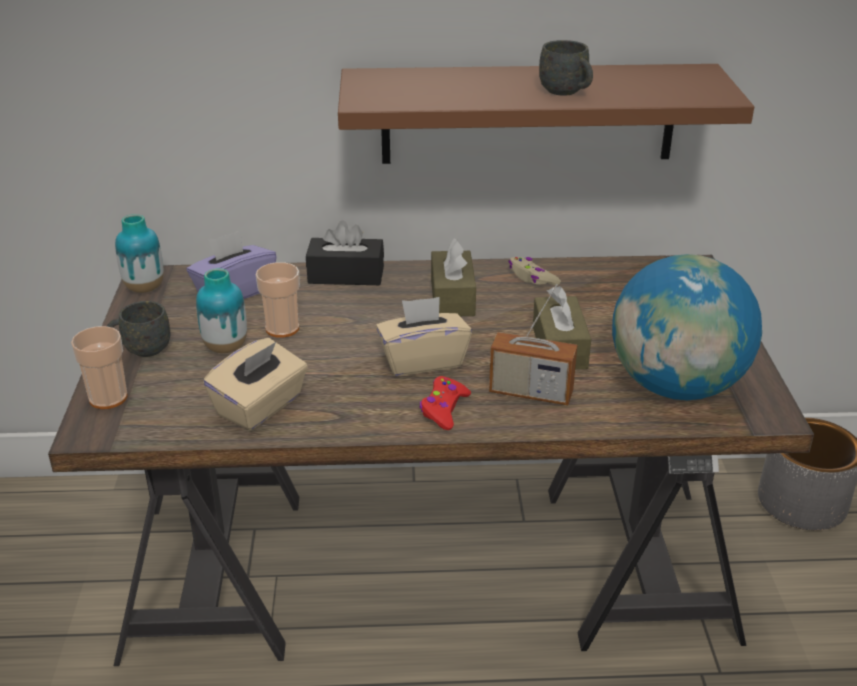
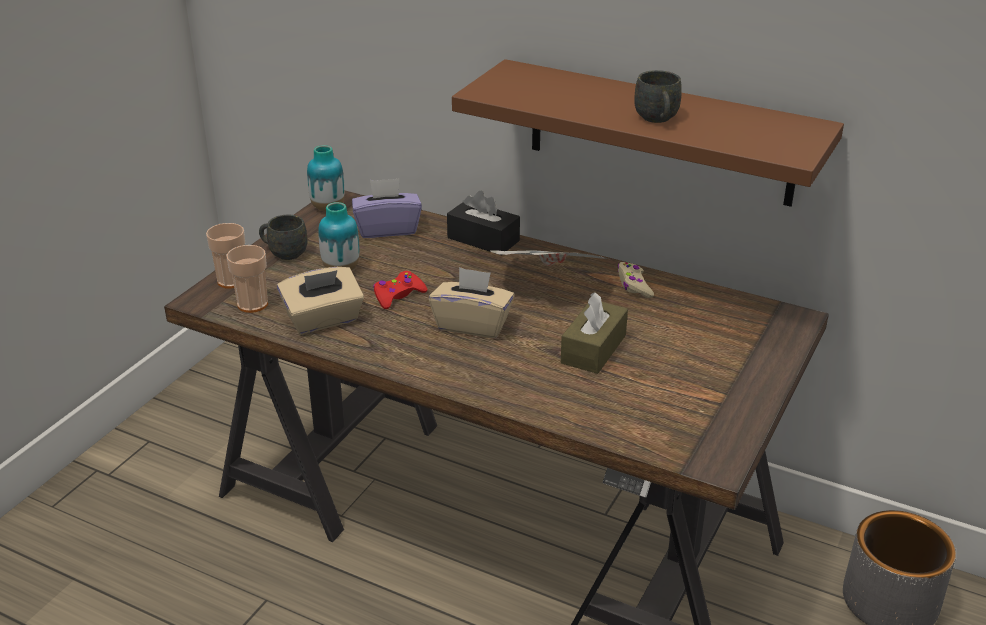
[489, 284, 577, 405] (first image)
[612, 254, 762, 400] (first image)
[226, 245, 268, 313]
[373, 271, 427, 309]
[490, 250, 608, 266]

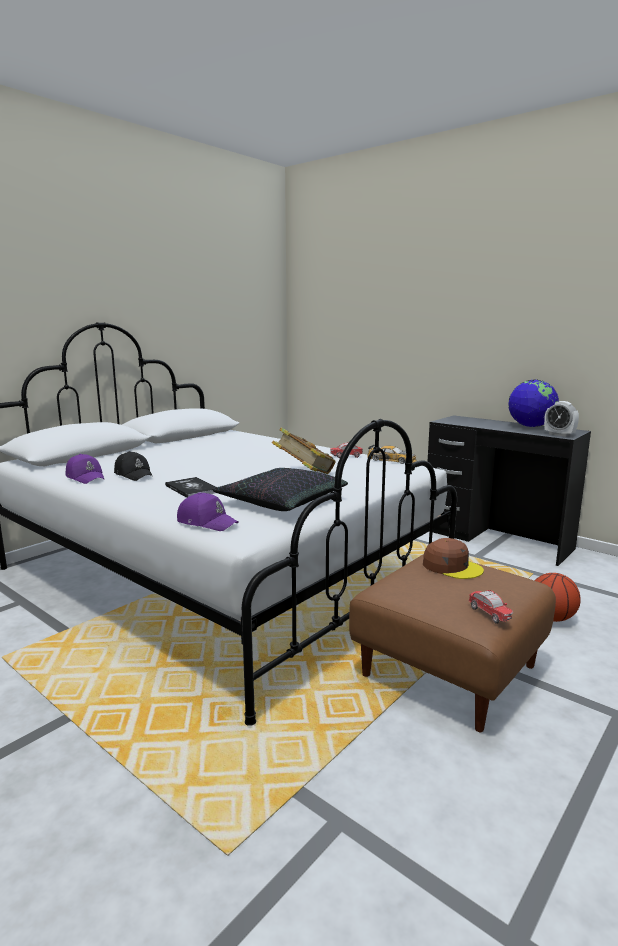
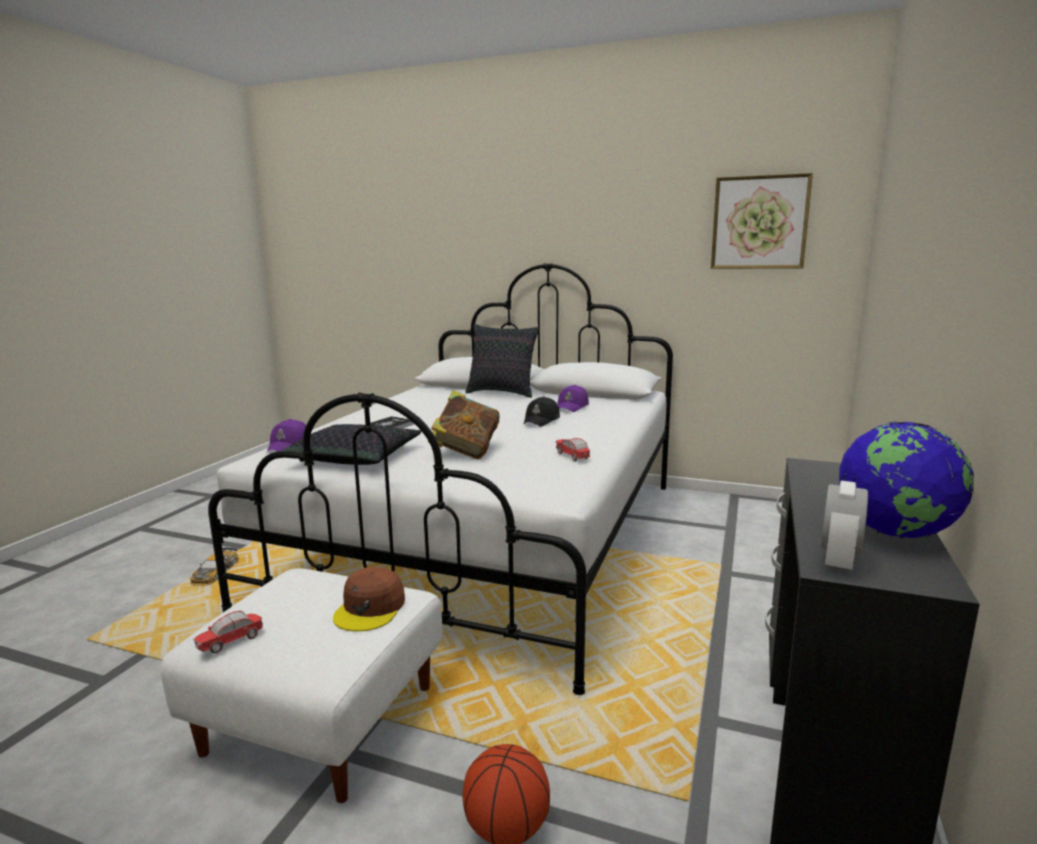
[465, 324, 540, 398]
[711, 173, 813, 269]
[557, 385, 589, 412]
[523, 397, 560, 427]
[190, 548, 239, 586]
[161, 568, 442, 803]

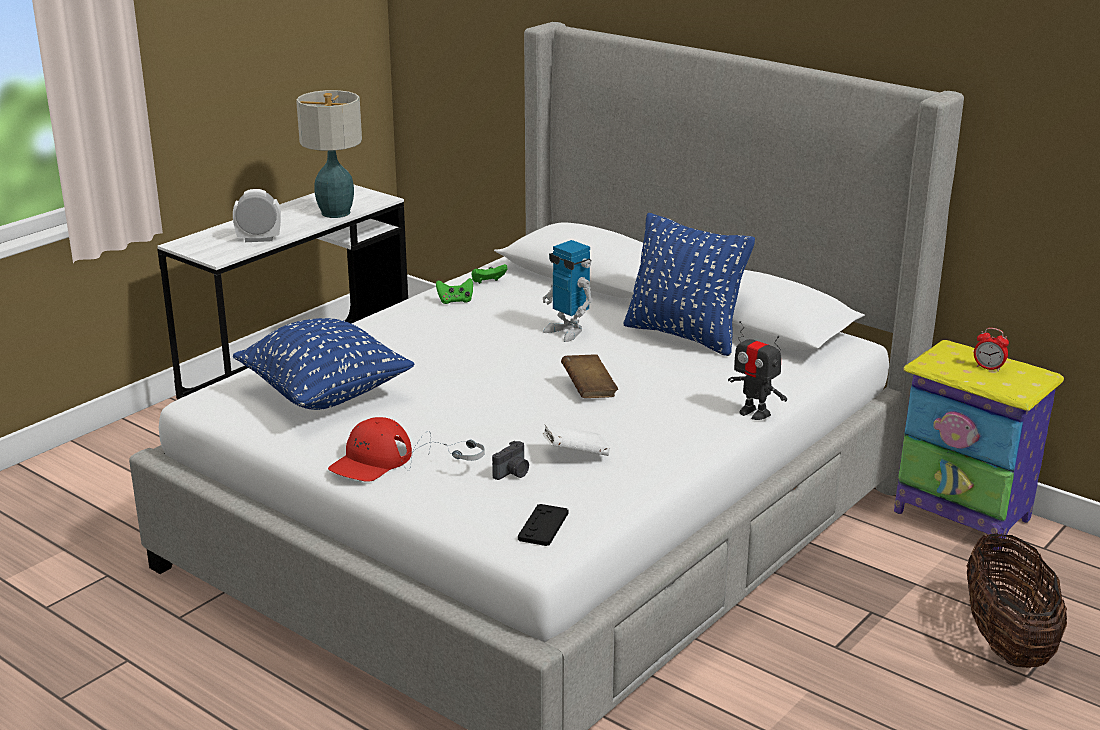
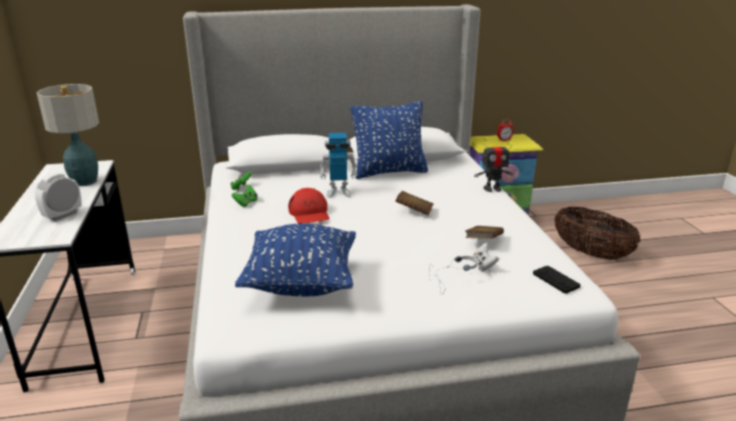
[288, 188, 330, 224]
[472, 243, 499, 271]
[465, 226, 504, 239]

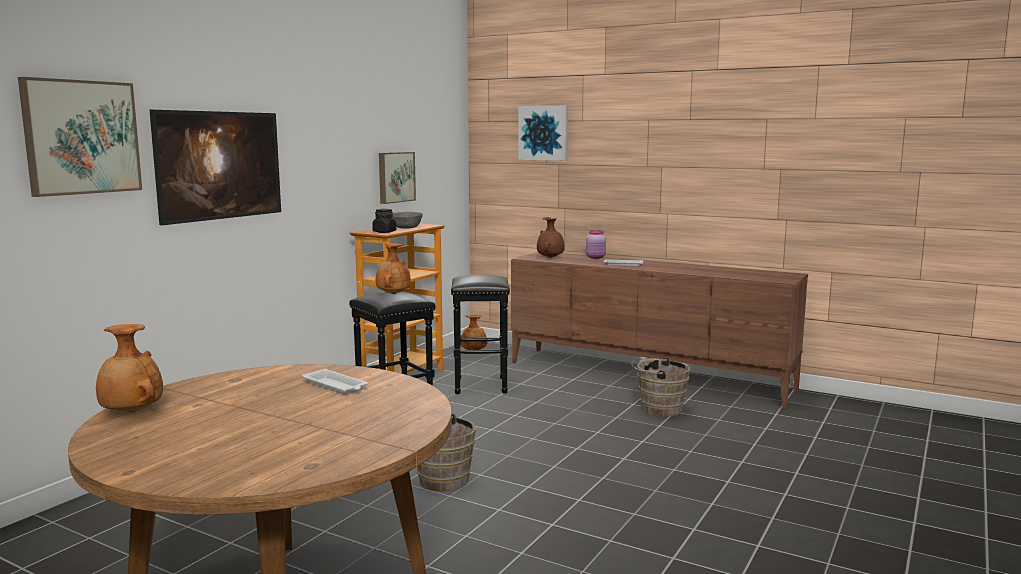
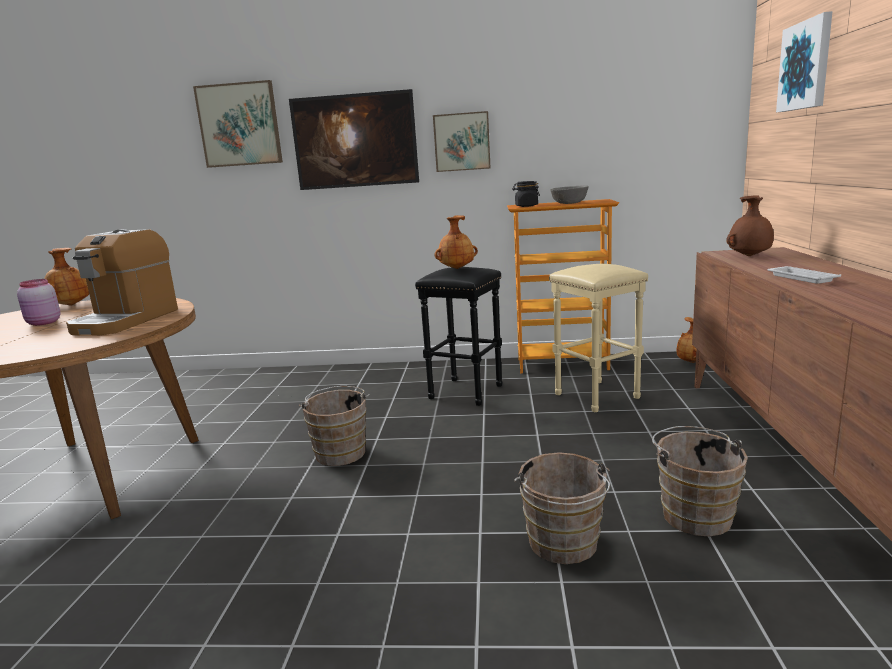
[514, 452, 610, 564]
[433, 111, 491, 172]
[17, 279, 60, 326]
[66, 229, 178, 335]
[549, 264, 648, 412]

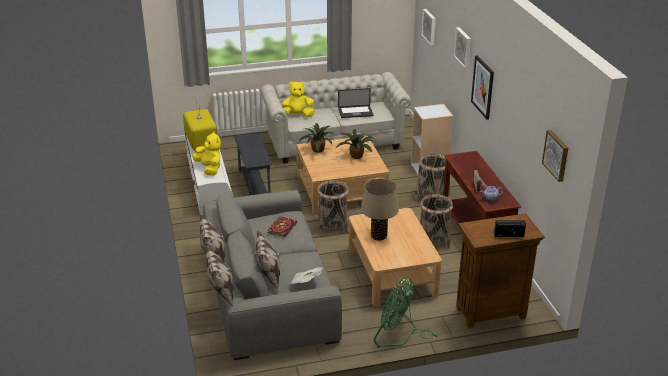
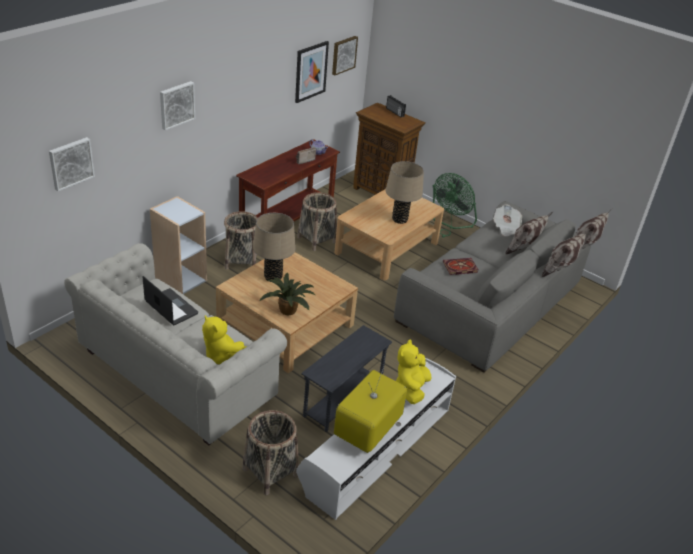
[242, 410, 299, 495]
[295, 41, 329, 103]
[253, 213, 296, 282]
[433, 173, 477, 238]

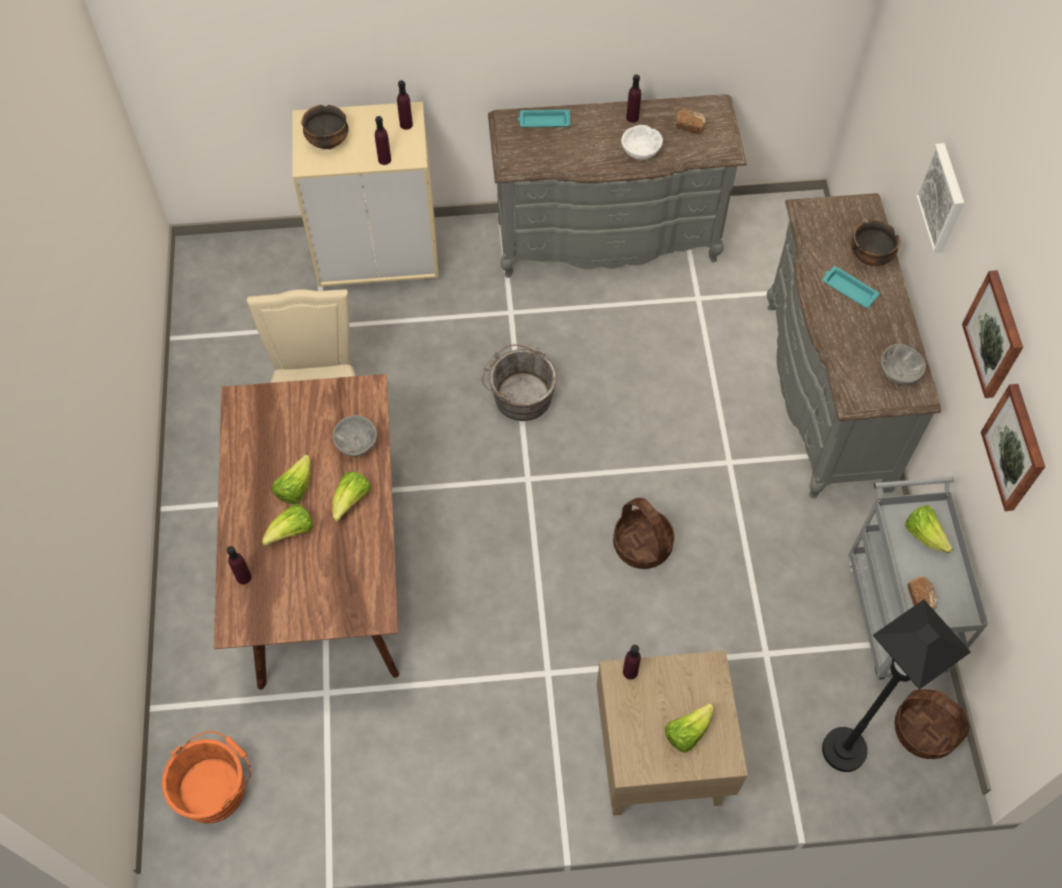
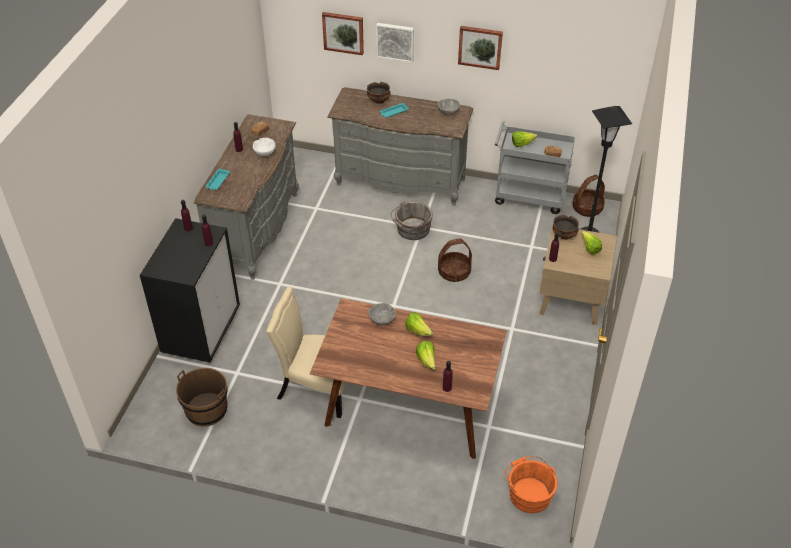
[272, 454, 311, 504] (first image)
[176, 368, 227, 427]
[553, 215, 579, 240]
[391, 201, 433, 240]
[322, 12, 364, 55]
[140, 218, 240, 362]

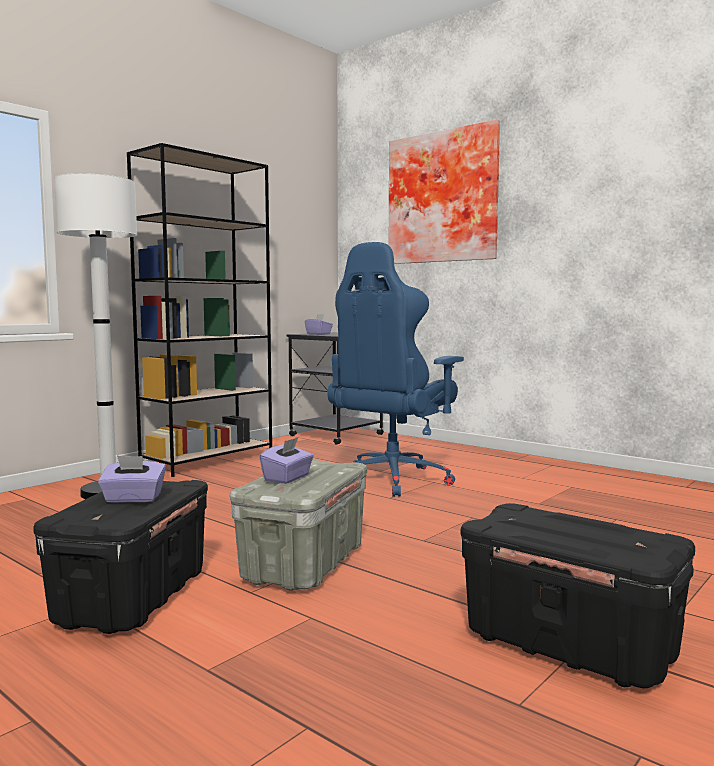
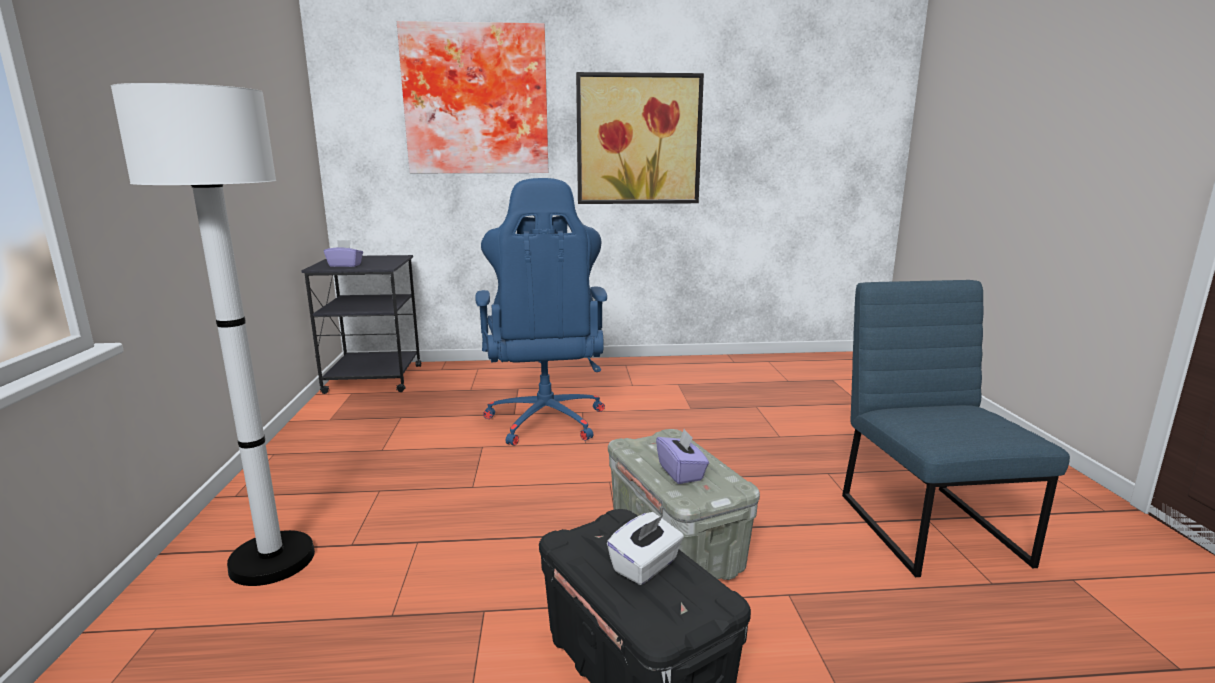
[127, 143, 272, 477] (first image)
[576, 72, 704, 204]
[842, 280, 1070, 577]
[607, 512, 684, 585]

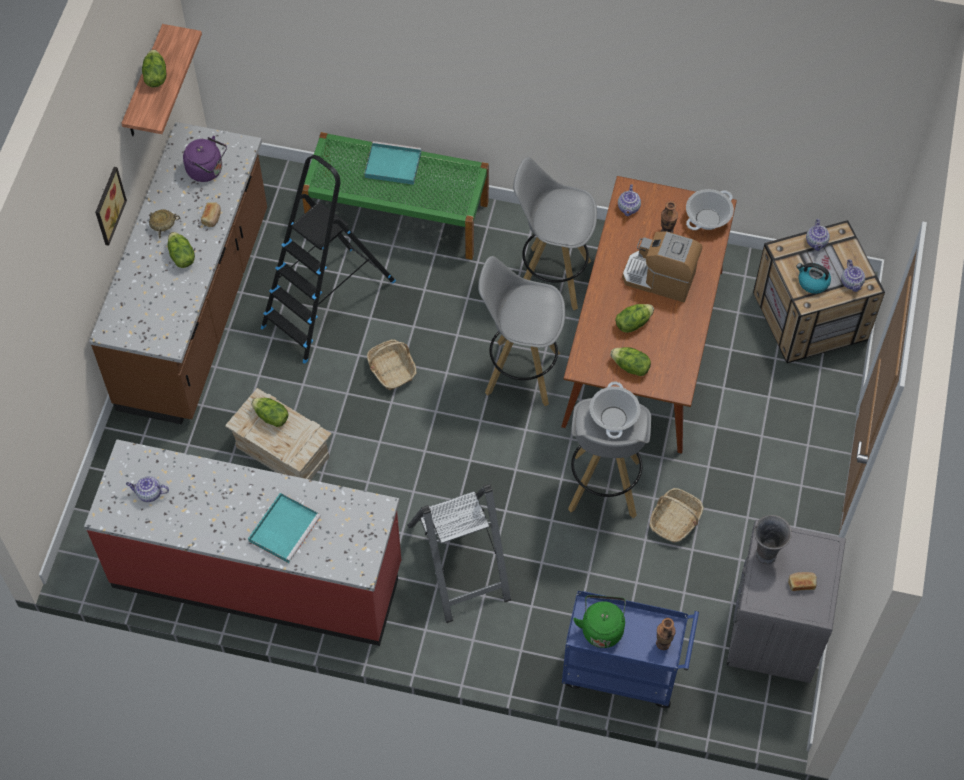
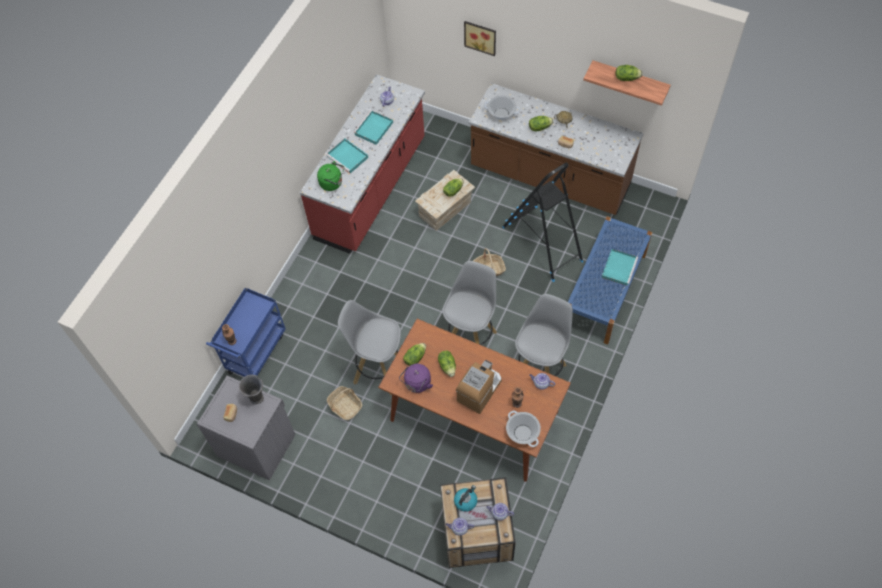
[407, 484, 511, 623] (first image)
[354, 110, 393, 145]
[464, 21, 496, 56]
[399, 364, 433, 393]
[317, 161, 344, 191]
[484, 95, 520, 120]
[568, 216, 652, 345]

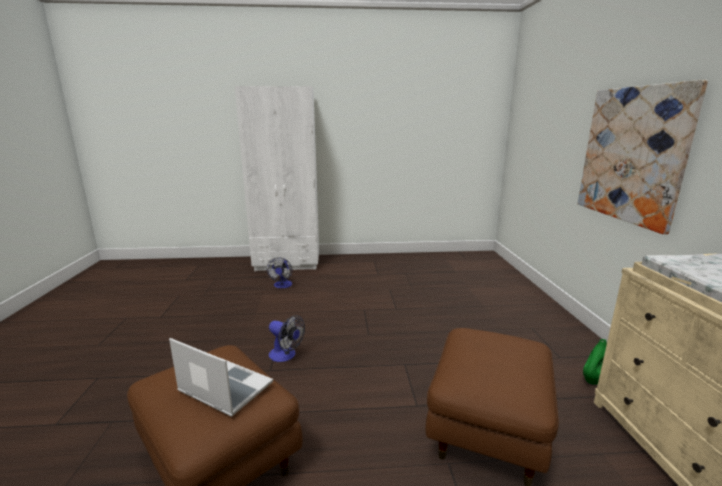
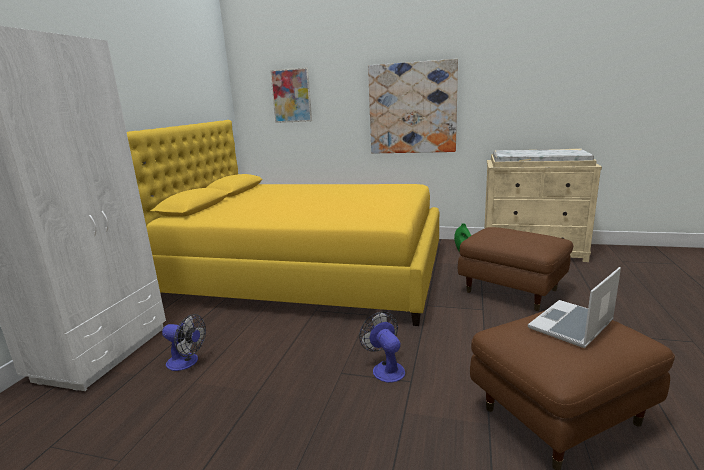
[127, 120, 439, 326]
[270, 67, 312, 123]
[359, 312, 405, 383]

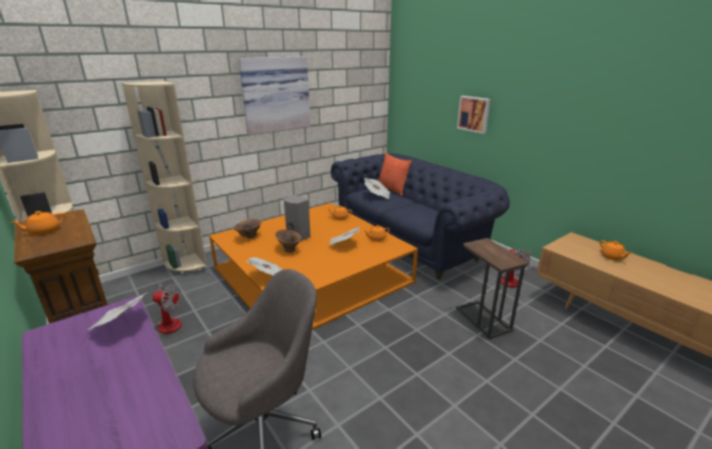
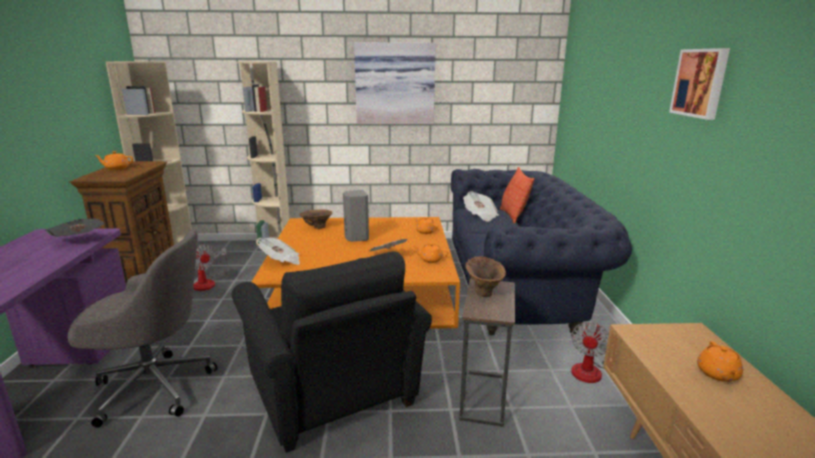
[232, 251, 432, 453]
[466, 256, 506, 297]
[669, 48, 730, 120]

